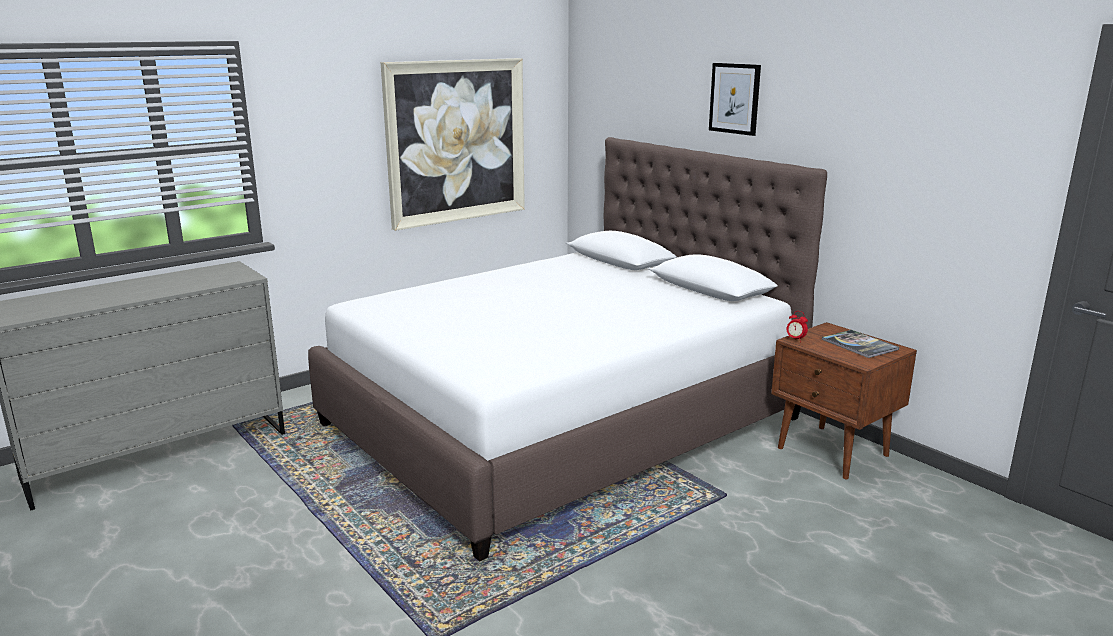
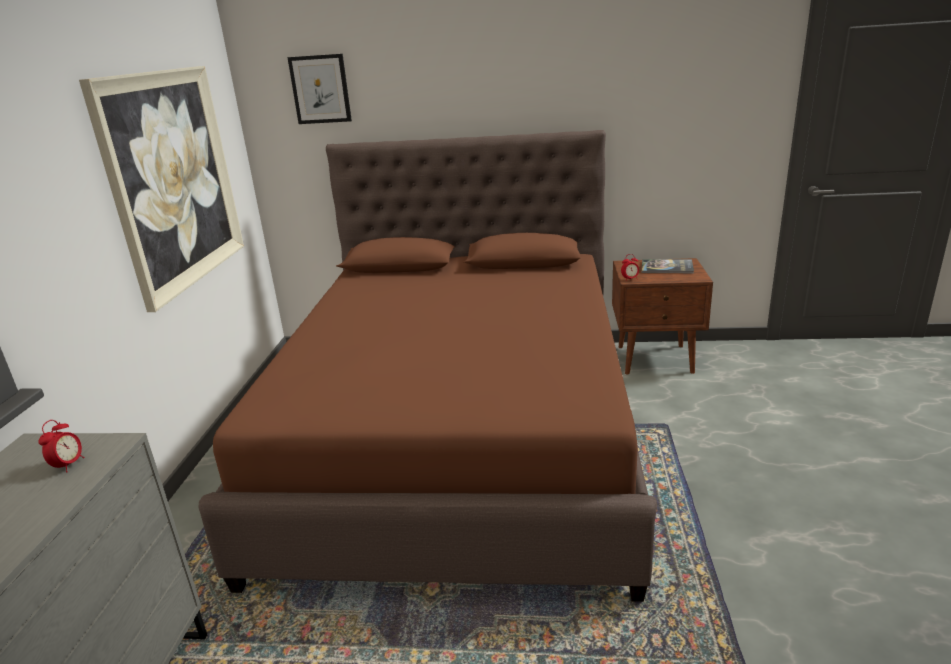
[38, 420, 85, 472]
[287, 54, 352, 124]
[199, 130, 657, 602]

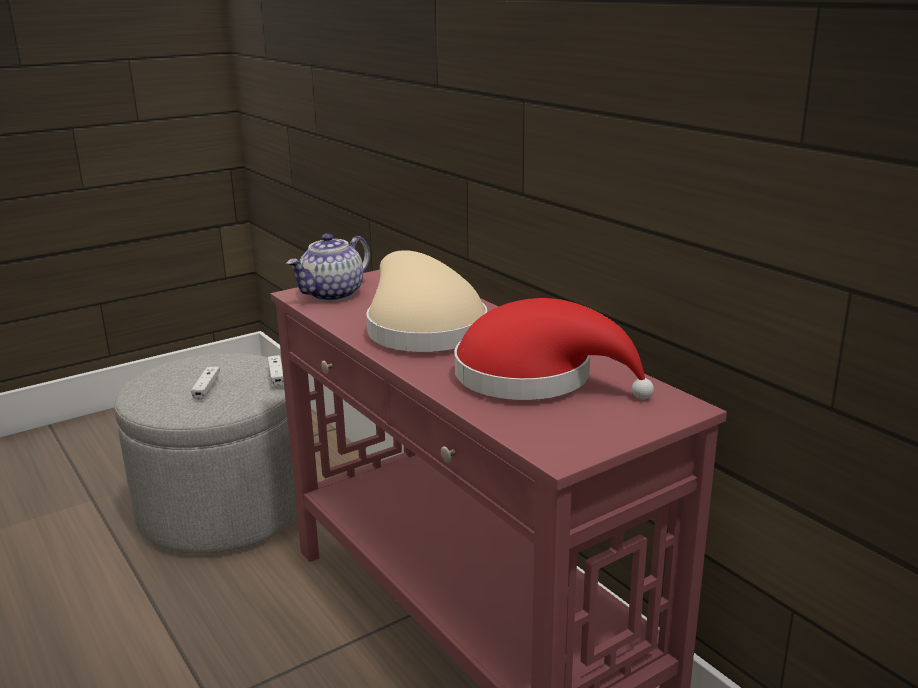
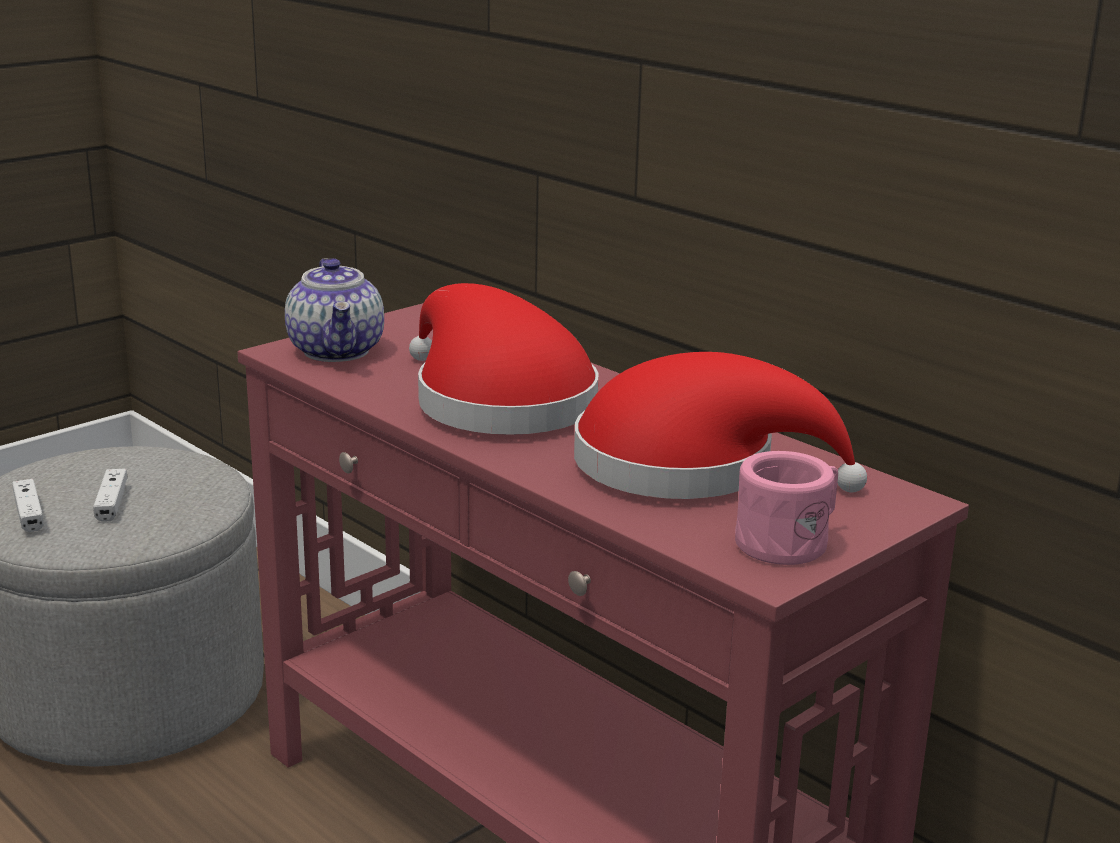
[735, 451, 838, 565]
[12, 479, 44, 532]
[409, 283, 599, 435]
[285, 258, 384, 362]

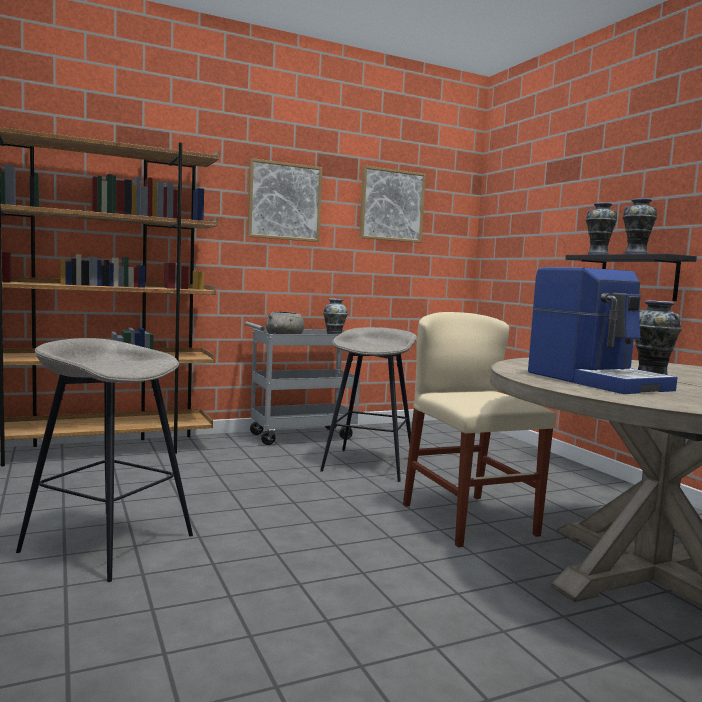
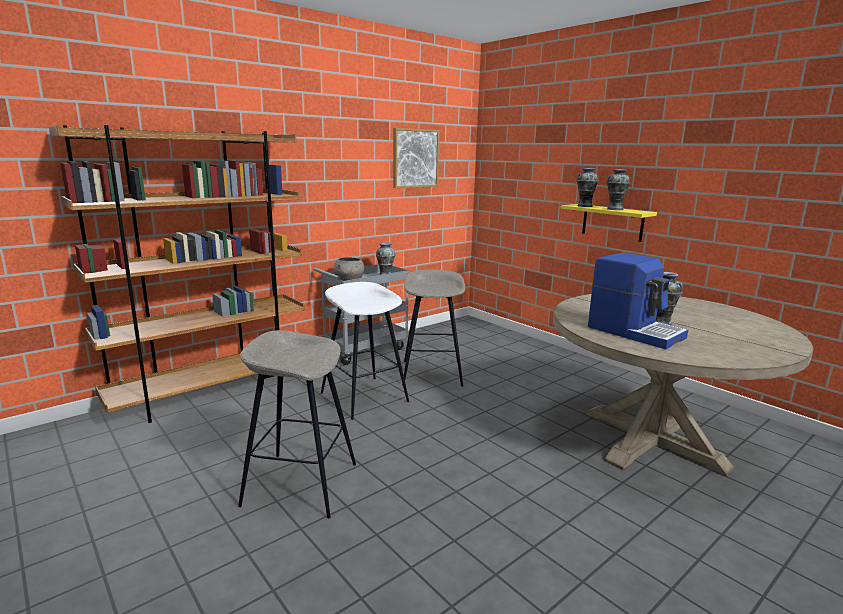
[247, 158, 323, 242] (first image)
[403, 312, 556, 547] (first image)
[321, 282, 409, 420]
[561, 204, 657, 242]

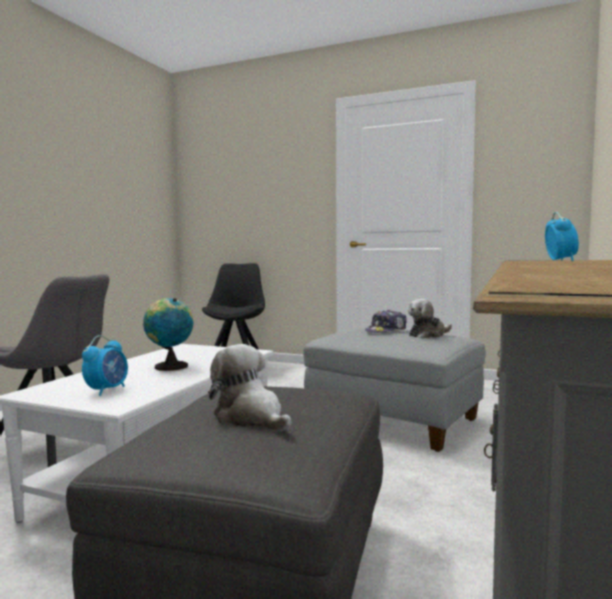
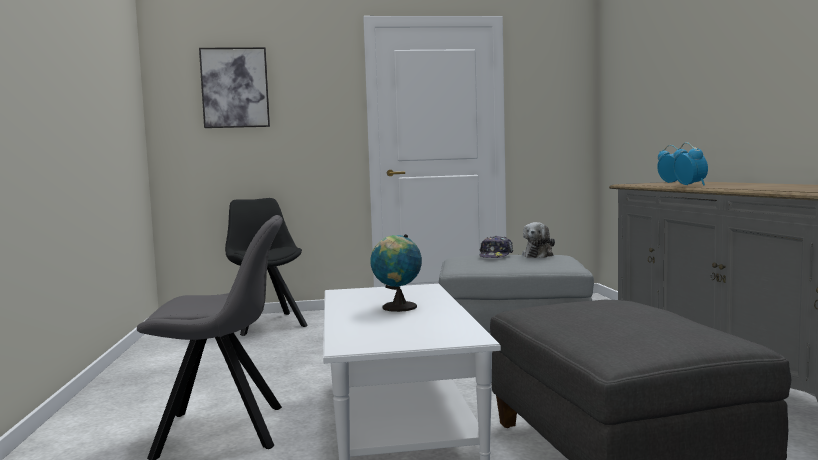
[209, 344, 292, 431] (first image)
[199, 47, 270, 128]
[673, 142, 708, 186]

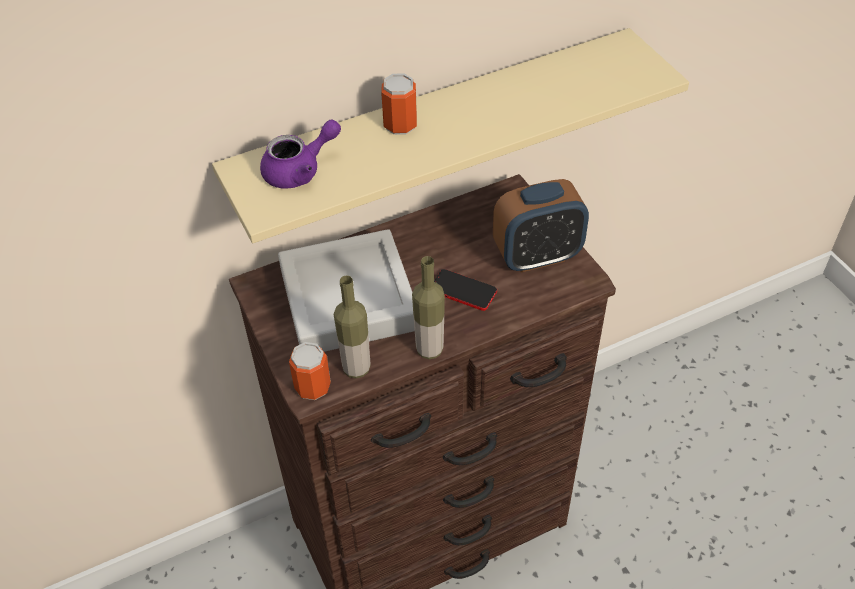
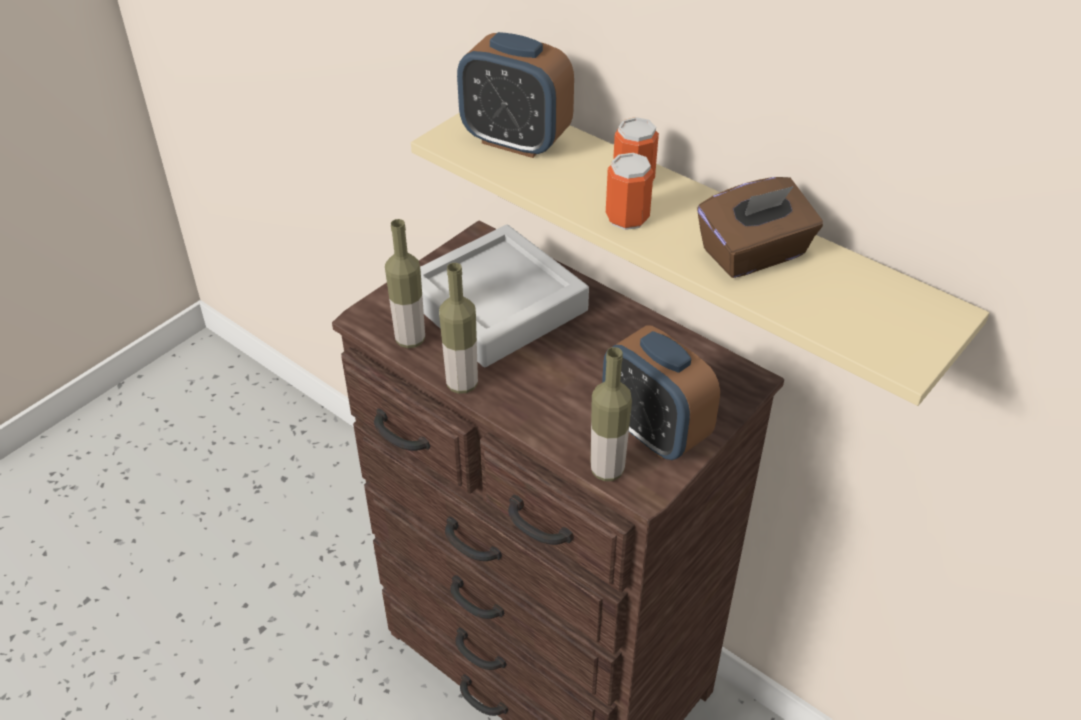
[434, 269, 497, 311] (first image)
[591, 347, 632, 481]
[697, 177, 823, 278]
[606, 153, 654, 230]
[457, 32, 574, 158]

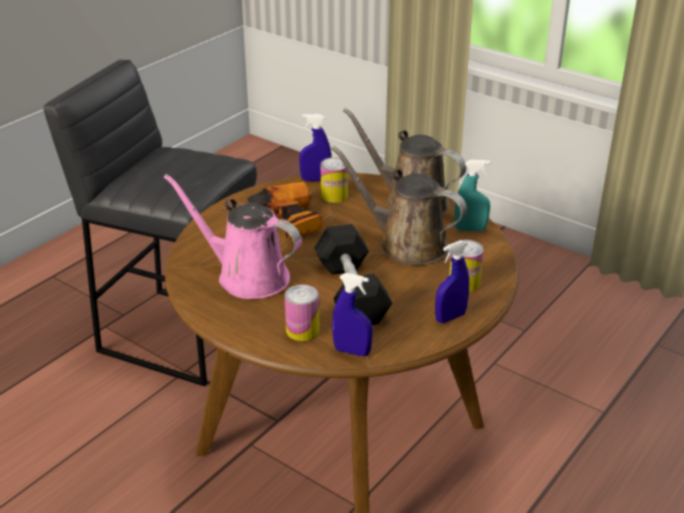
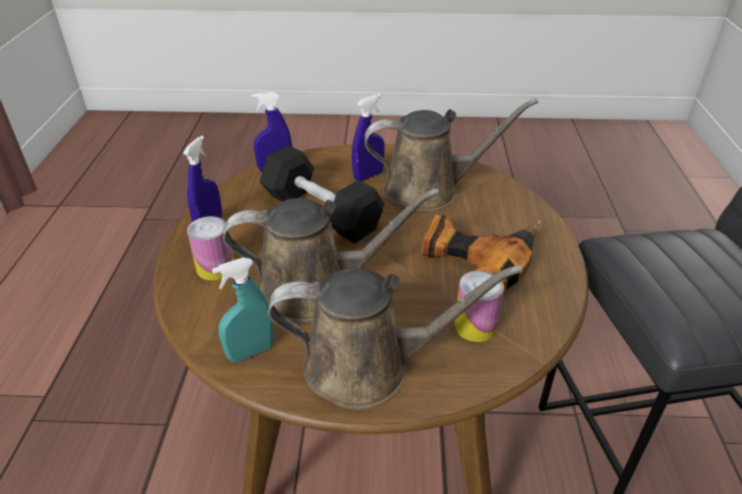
[285, 285, 320, 341] (first image)
[352, 94, 385, 181]
[365, 99, 538, 212]

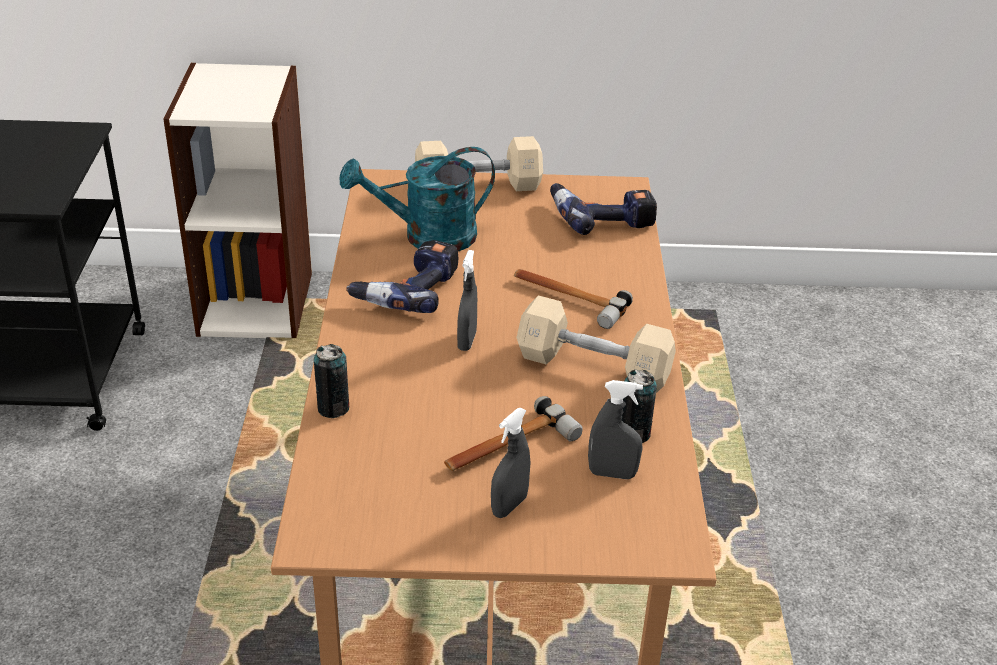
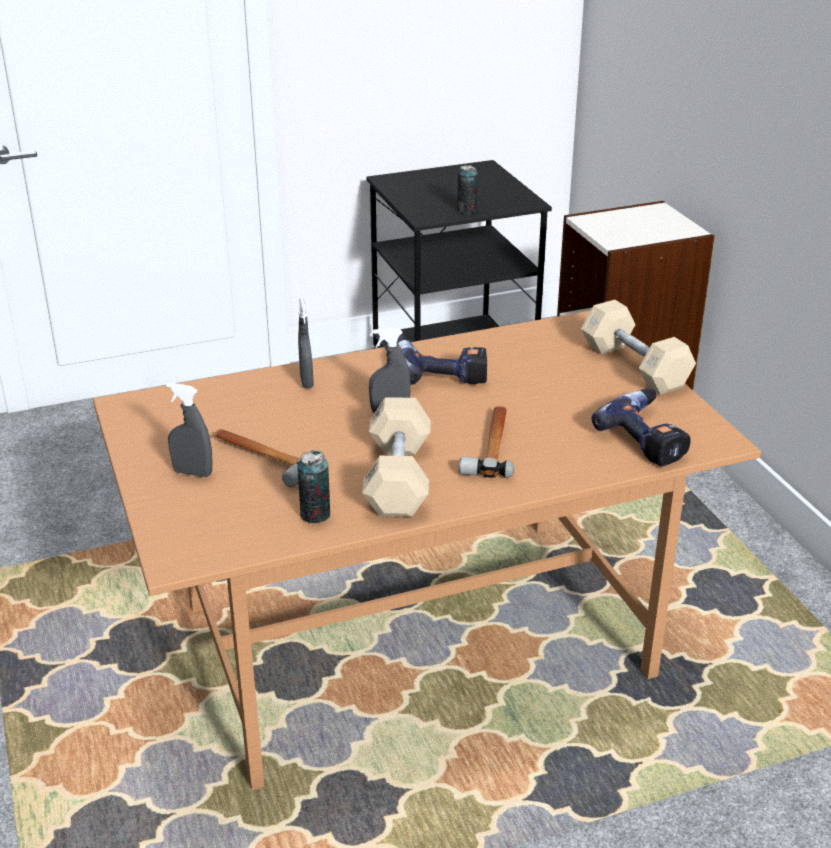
[340, 147, 495, 251] (first image)
[457, 165, 478, 214]
[298, 298, 314, 388]

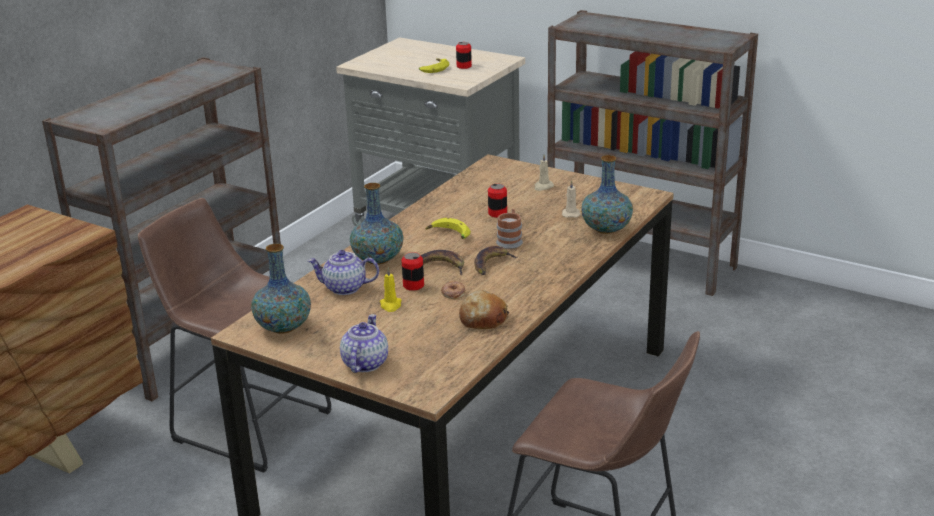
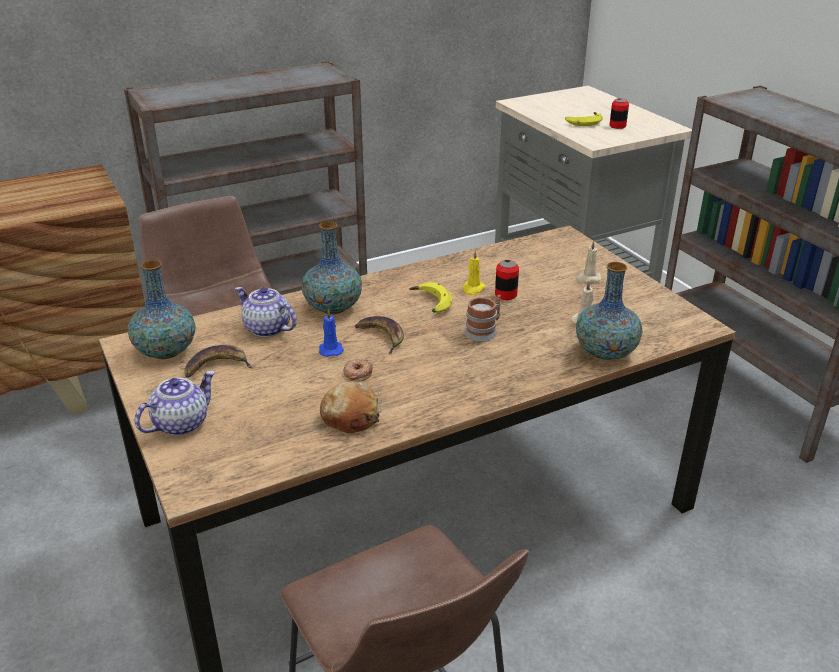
[462, 250, 486, 295]
[185, 345, 252, 378]
[319, 309, 344, 357]

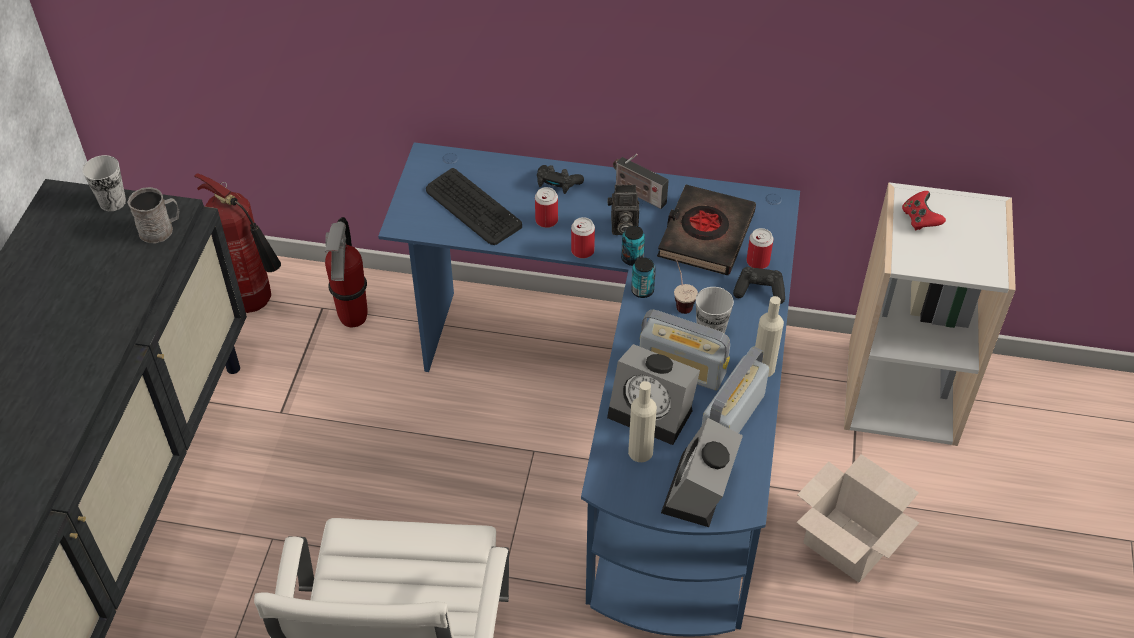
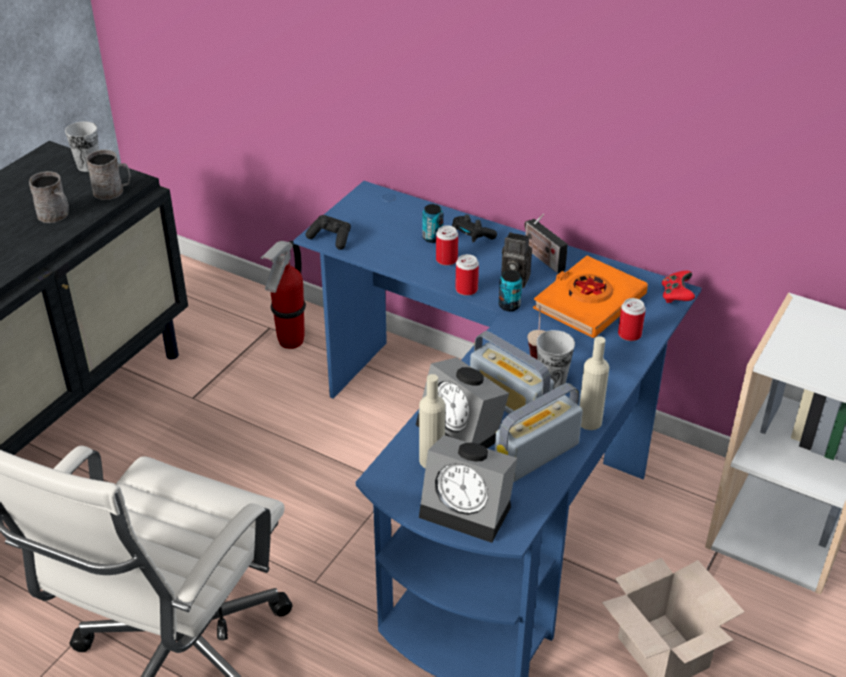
[194, 173, 281, 313] (first image)
[426, 168, 522, 245] (first image)
[29, 171, 69, 223]
[422, 204, 443, 243]
[305, 215, 351, 250]
[662, 270, 695, 303]
[533, 256, 648, 338]
[419, 435, 517, 543]

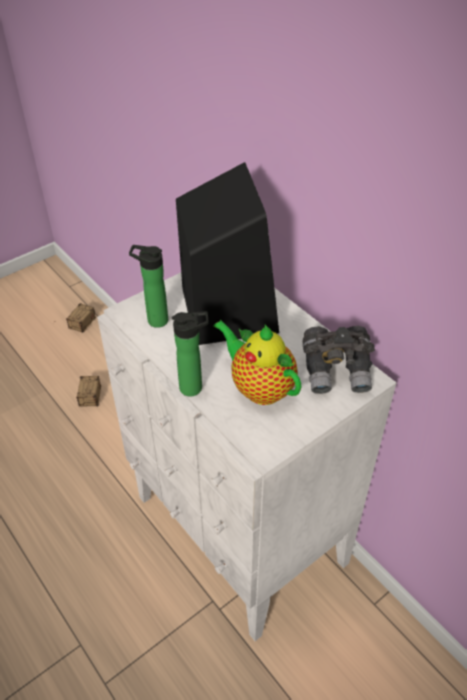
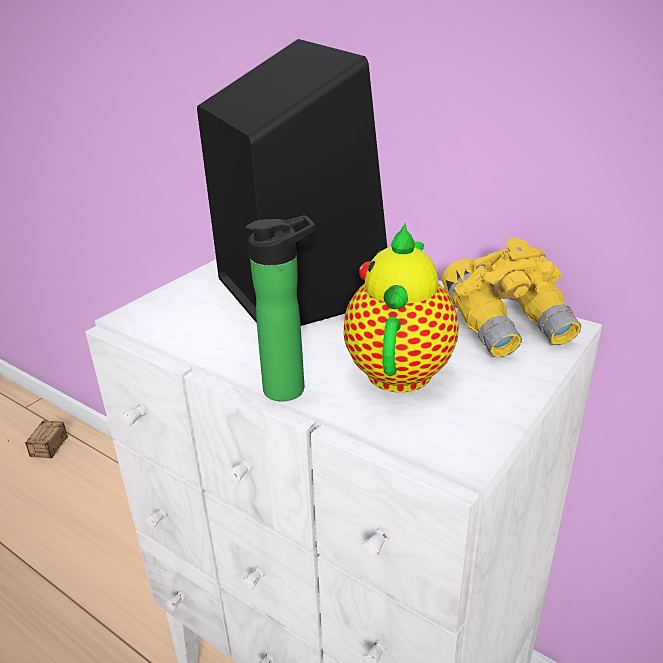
[76, 376, 101, 407] (first image)
[129, 245, 168, 328] (first image)
[442, 238, 581, 358]
[343, 223, 459, 392]

